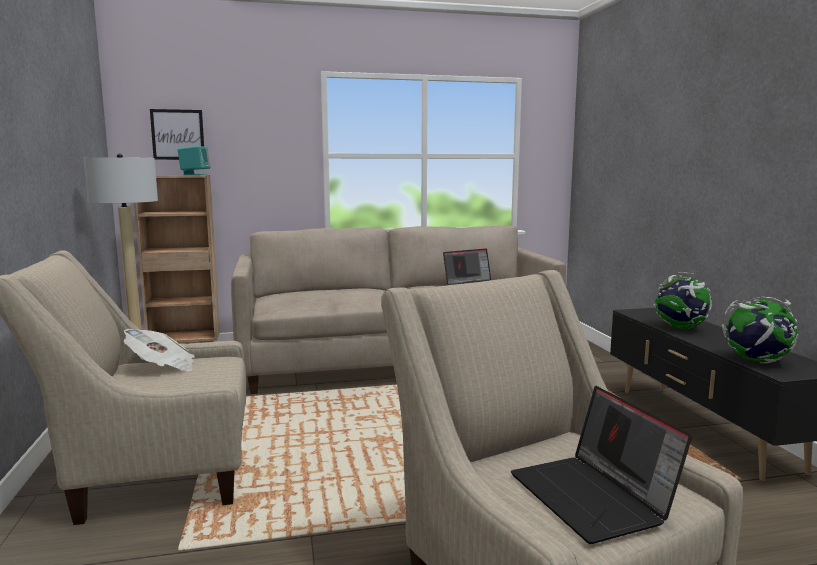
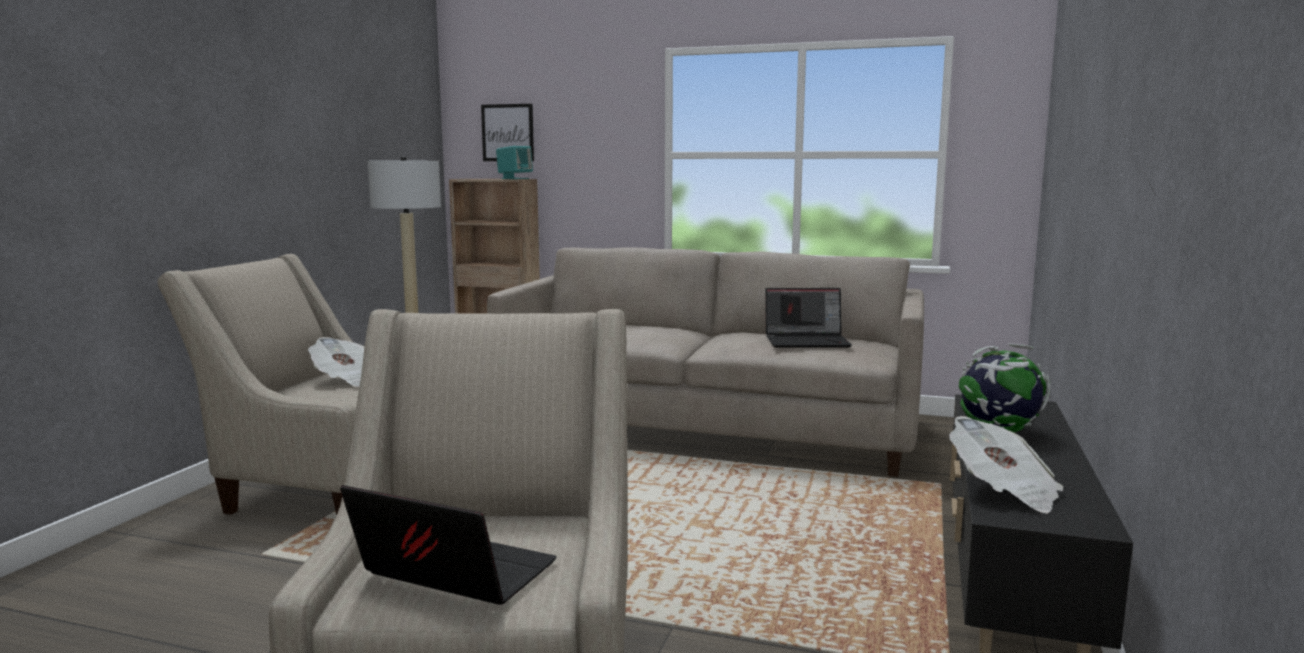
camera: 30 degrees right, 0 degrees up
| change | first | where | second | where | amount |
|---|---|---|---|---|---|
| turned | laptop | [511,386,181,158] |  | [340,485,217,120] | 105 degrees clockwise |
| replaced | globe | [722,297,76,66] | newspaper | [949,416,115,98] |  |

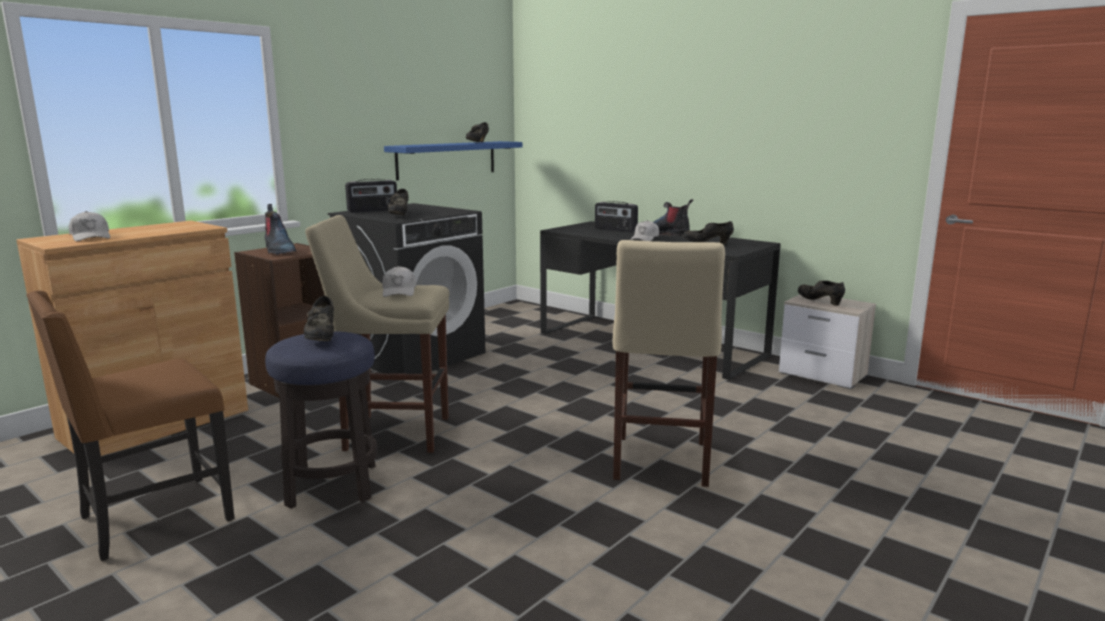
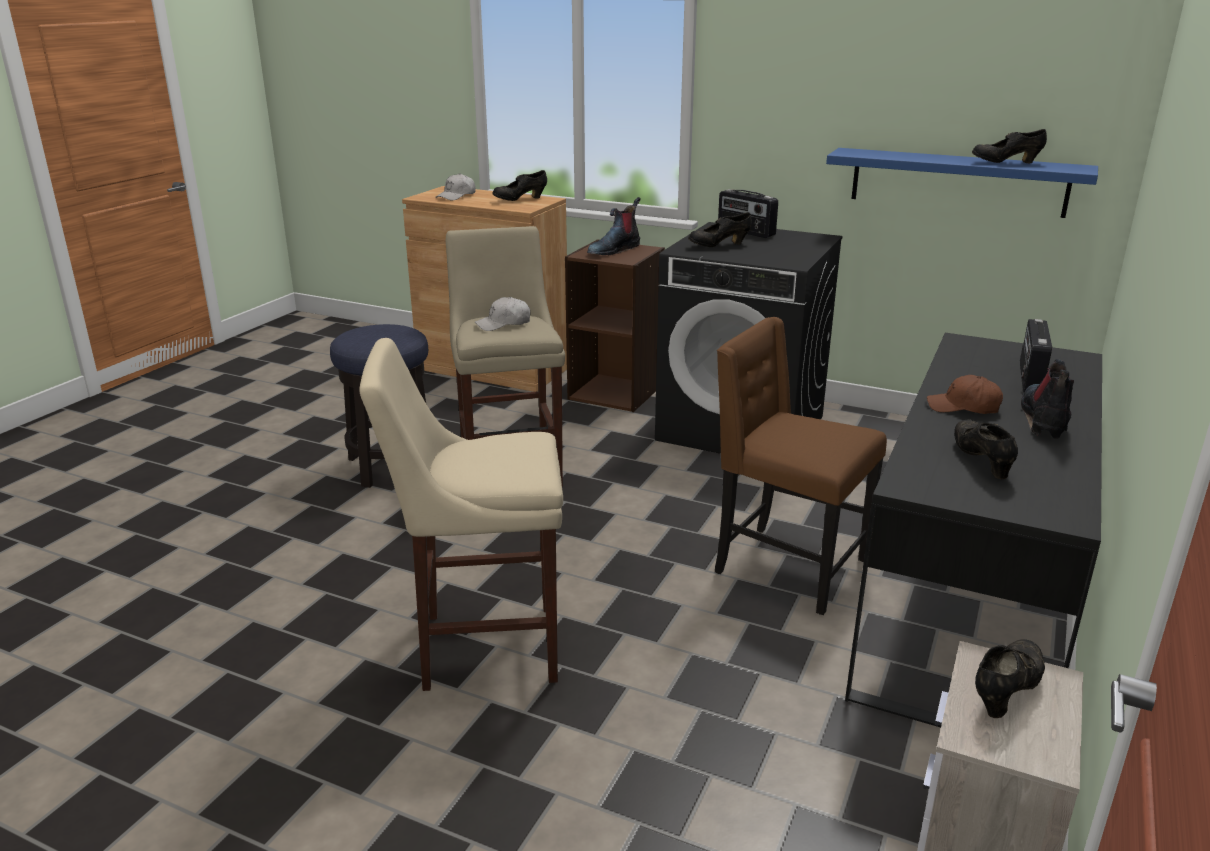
camera: 75 degrees right, 10 degrees up
| change | first | where | second | where | amount |
|---|---|---|---|---|---|
| moved | brown chair | [26,291,209,270] |  | [715,317,172,298] |  |
| moved | black shoe | [304,296,30,45] |  | [492,170,55,31] |  |
| recoloured | white cap | [630,220,29,21] | brown cap | [927,375,76,39] |  |

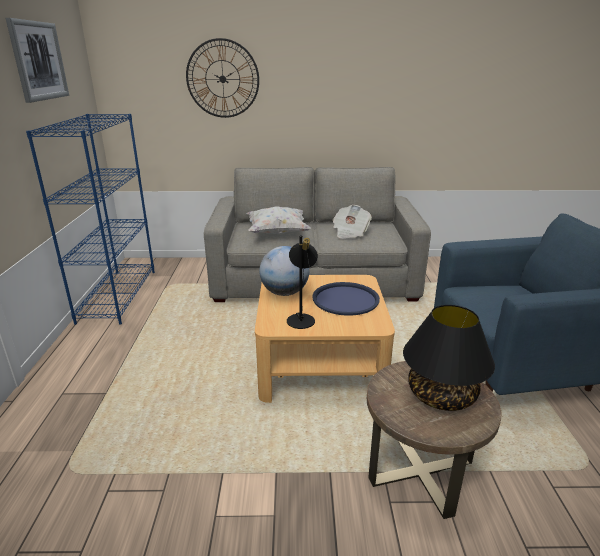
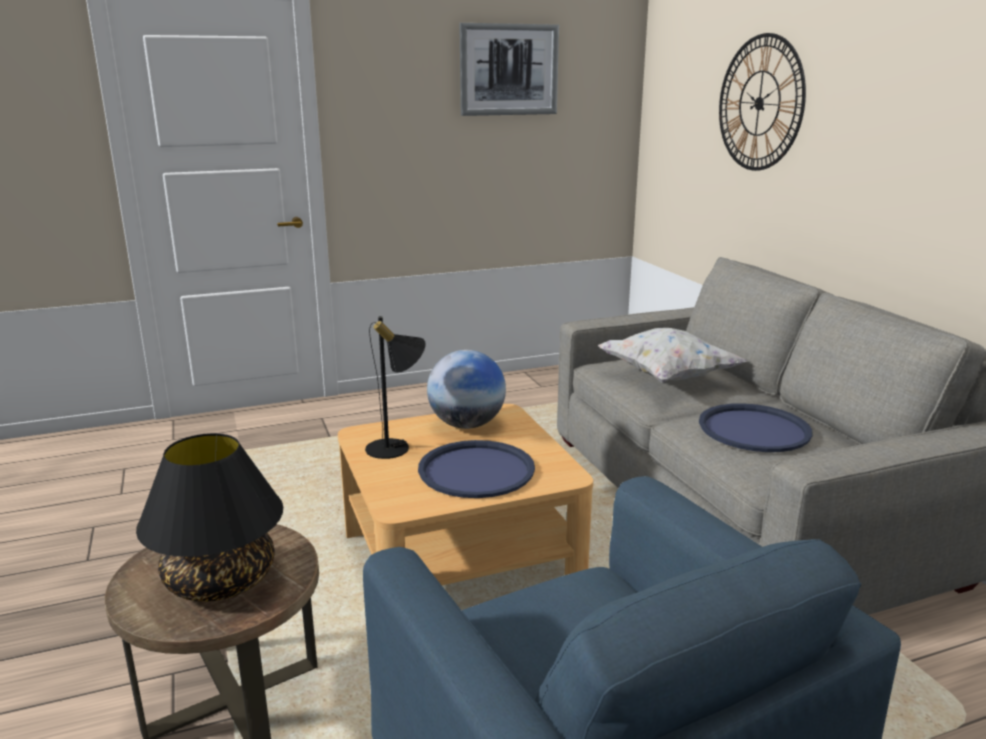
camera: 70 degrees right, 5 degrees down
| change | first | where | second | where | amount |
|---|---|---|---|---|---|
| removed | blue bookcase | [26,114,129,211] |  |  |  |
| replaced | newspaper | [333,205,39,34] | blue tray | [699,403,114,49] |  |

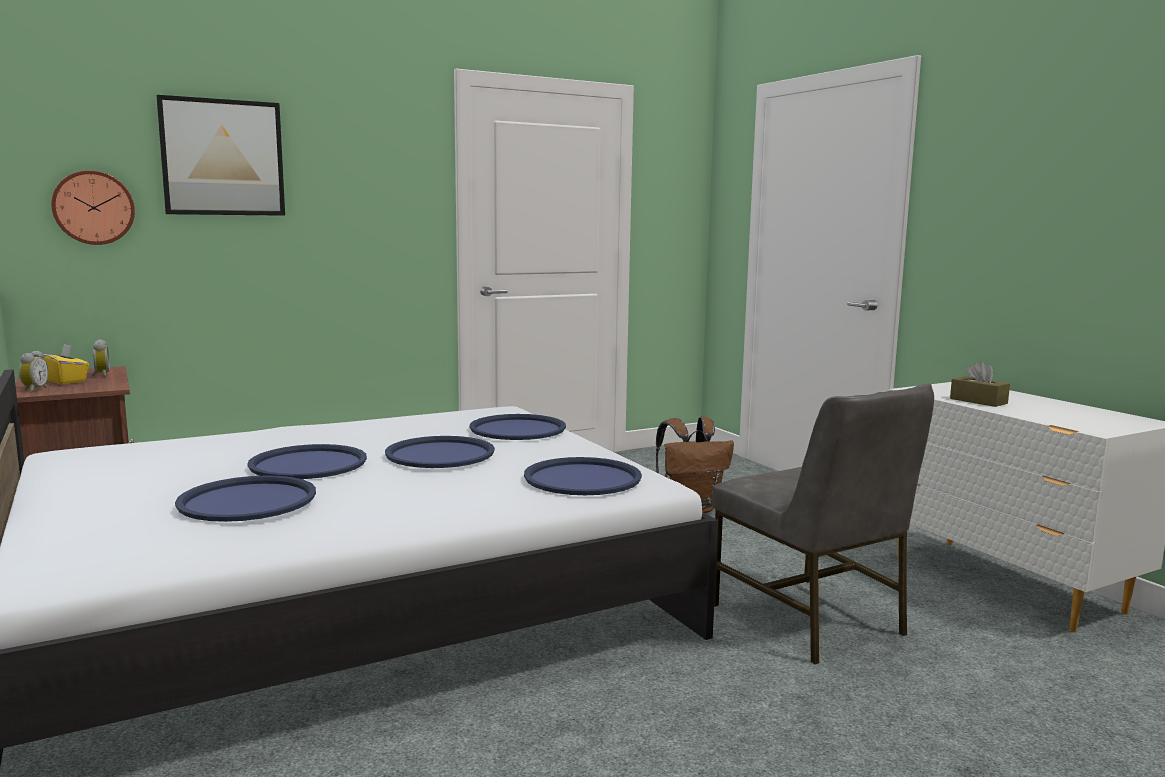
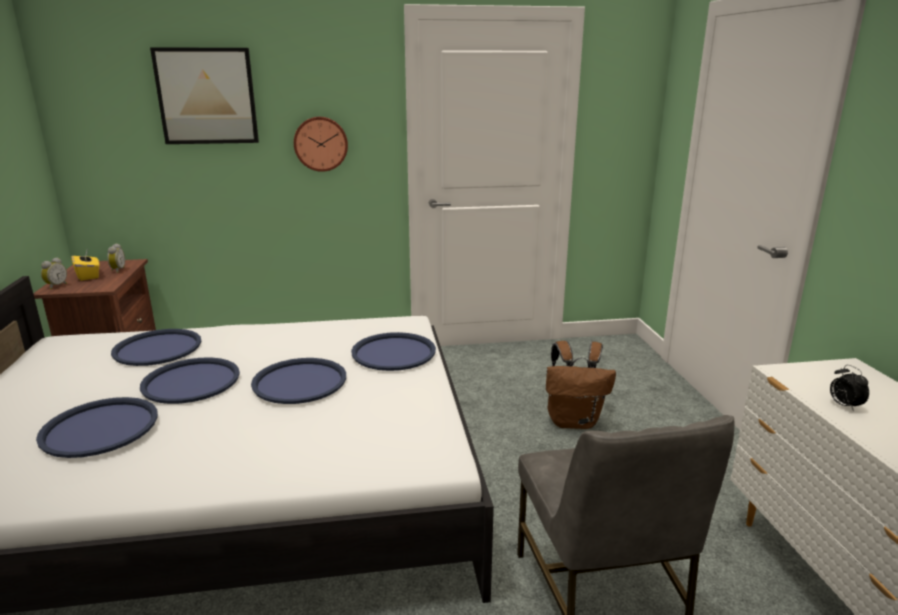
camera: 20 degrees right, 10 degrees up
| change | first | where | second | where | amount |
|---|---|---|---|---|---|
| moved | wall clock | [51,170,84,75] |  | [294,117,54,55] |  |
| moved | blue tray | [524,457,118,38] |  | [111,329,90,37] |  |
| replaced | brown tissue box | [950,361,60,46] | alarm clock | [830,365,39,47] |  |

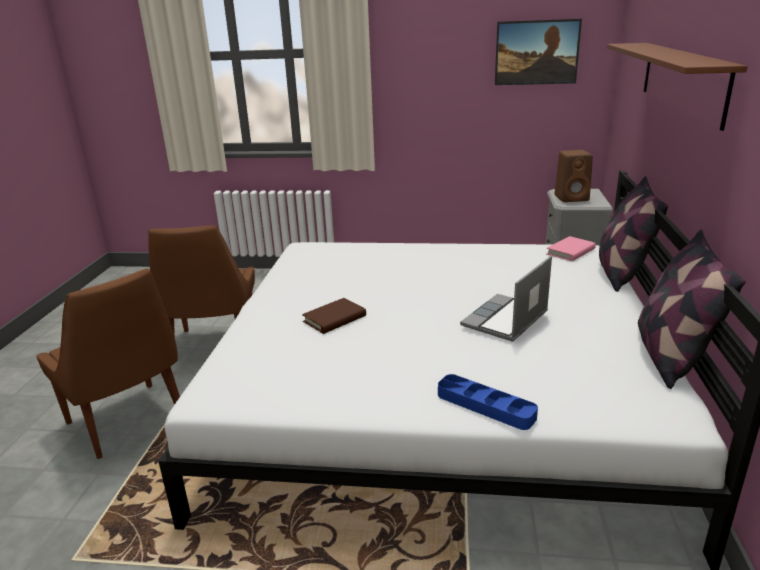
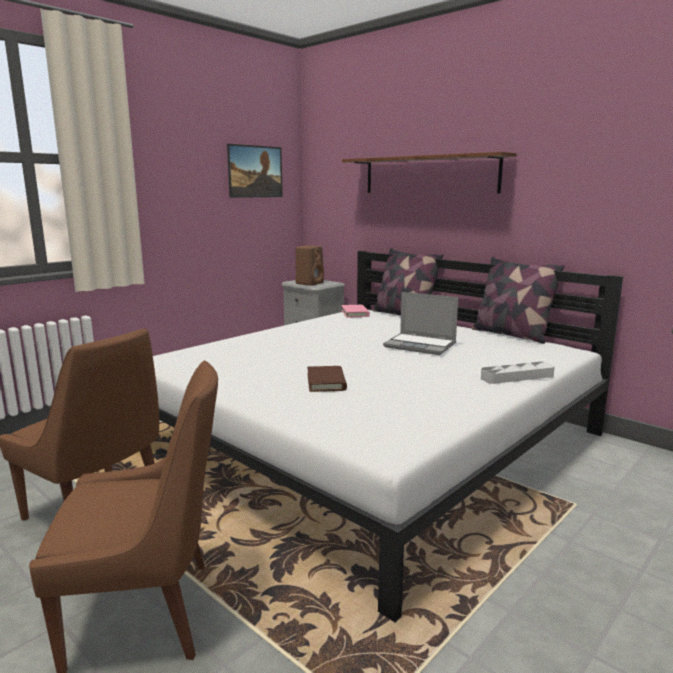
camera: 55 degrees left, 10 degrees down
| change | first | where | second | where | amount |
|---|---|---|---|---|---|
| recoloured | blue tray | [438,374,100,56] | grey tray | [481,361,74,23] |  |
| turned | laptop | [460,256,92,86] |  | [383,292,75,63] | 45 degrees counterclockwise |

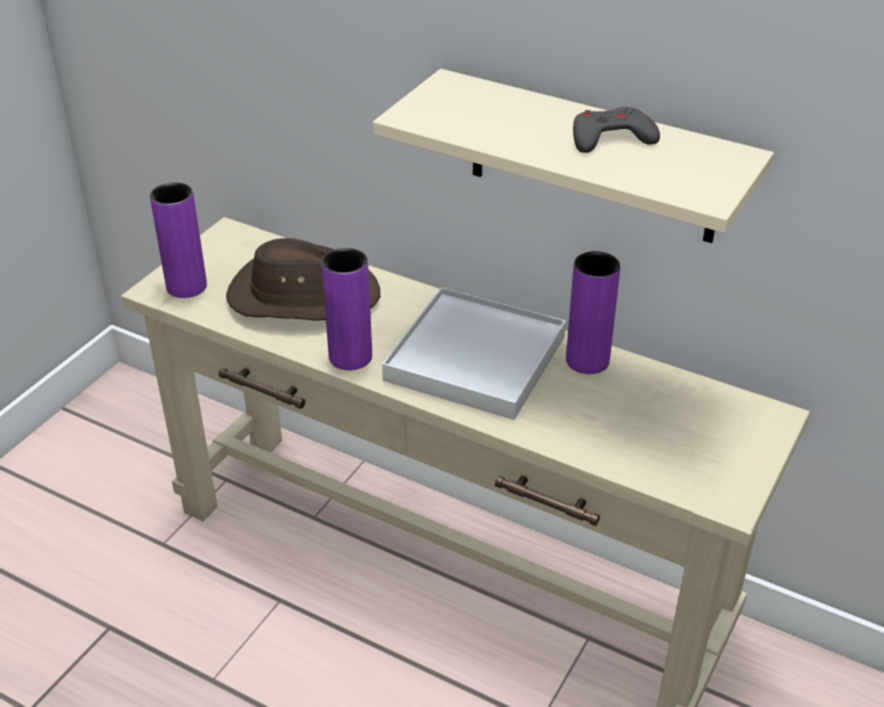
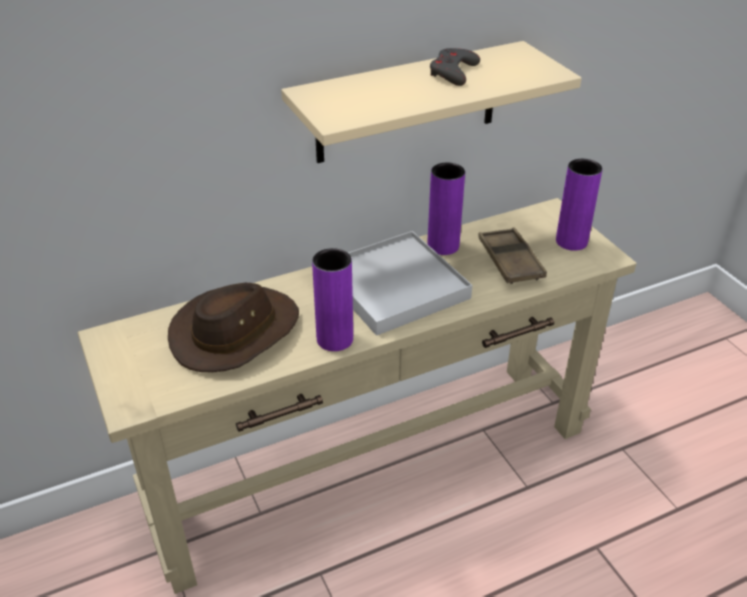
camera: 55 degrees left, 0 degrees up
| change | first | where | second | where | amount |
|---|---|---|---|---|---|
| moved | purple vase | [150,182,57,116] |  | [556,159,47,92] |  |
| added |  |  | brown tray | [478,227,69,57] |  |

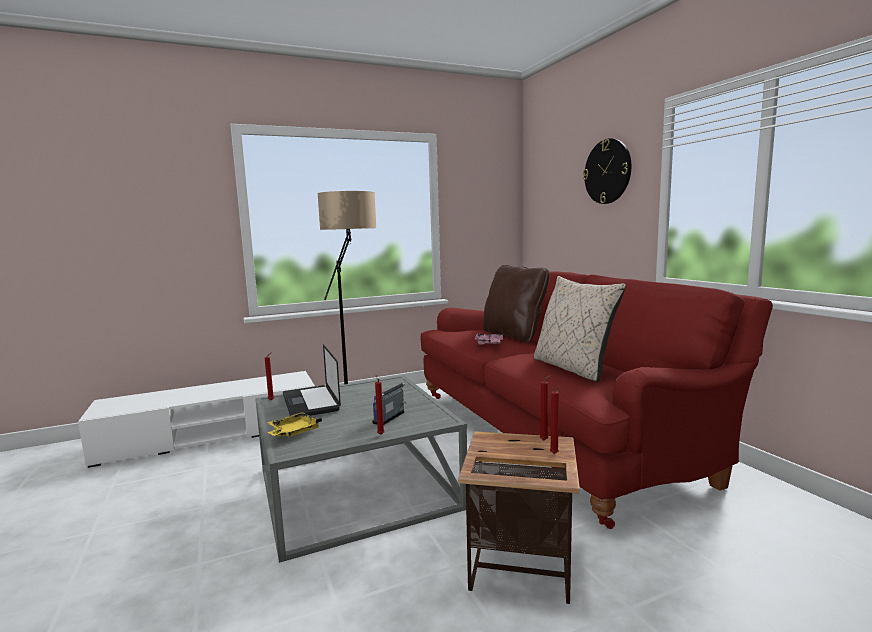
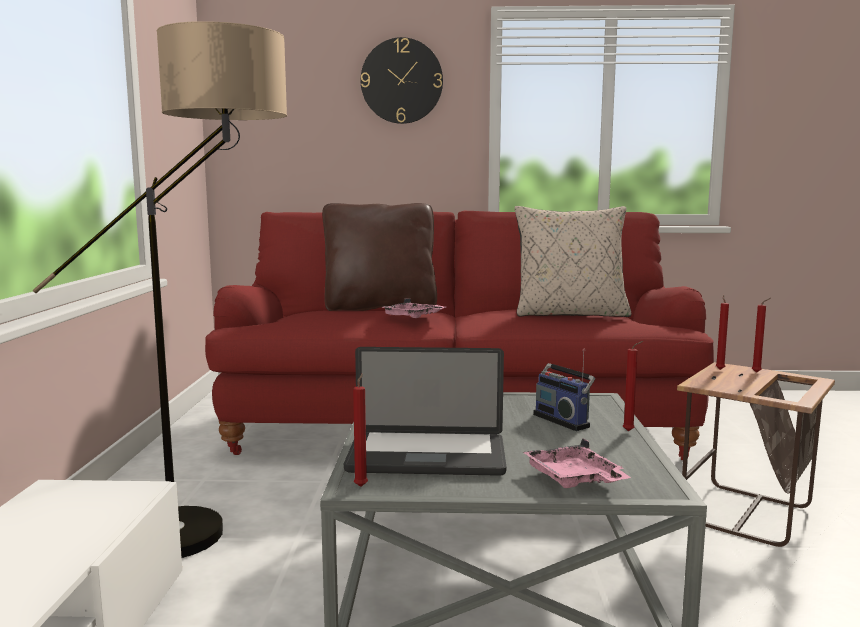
camera: 65 degrees left, 0 degrees up
| change | first | where | second | where | amount |
|---|---|---|---|---|---|
| recoloured | yellow tray | [267,412,55,25] | pink tray | [523,438,108,50] |  |

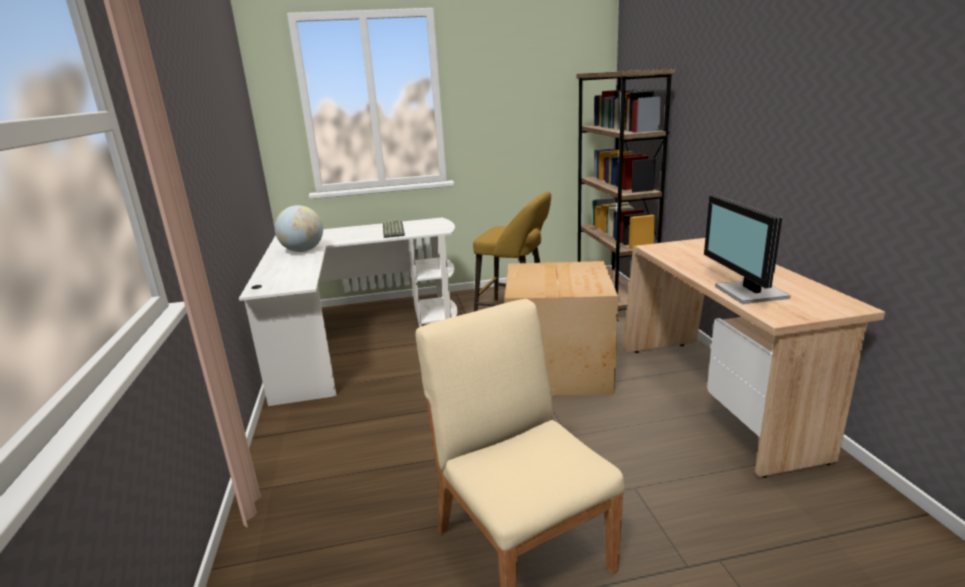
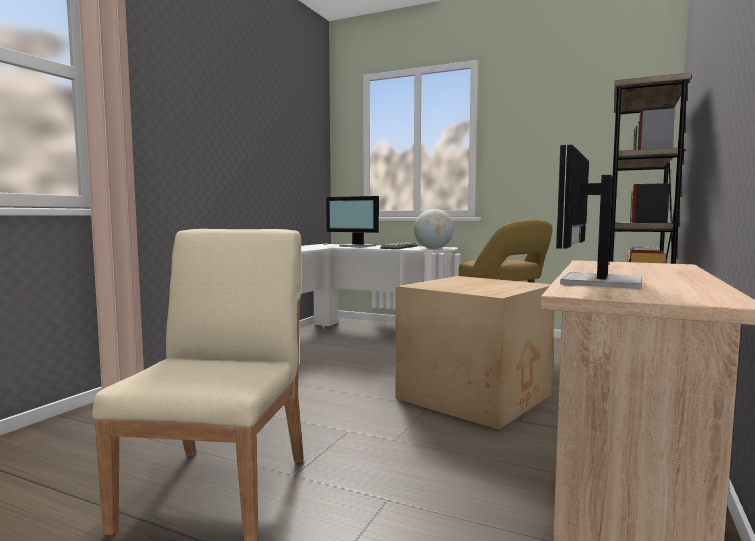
camera: 35 degrees right, 15 degrees down
| change | first | where | second | where | amount |
|---|---|---|---|---|---|
| moved | globe | [275,205,48,47] |  | [414,209,40,40] |  |
| added |  |  | monitor | [326,196,53,52] |  |

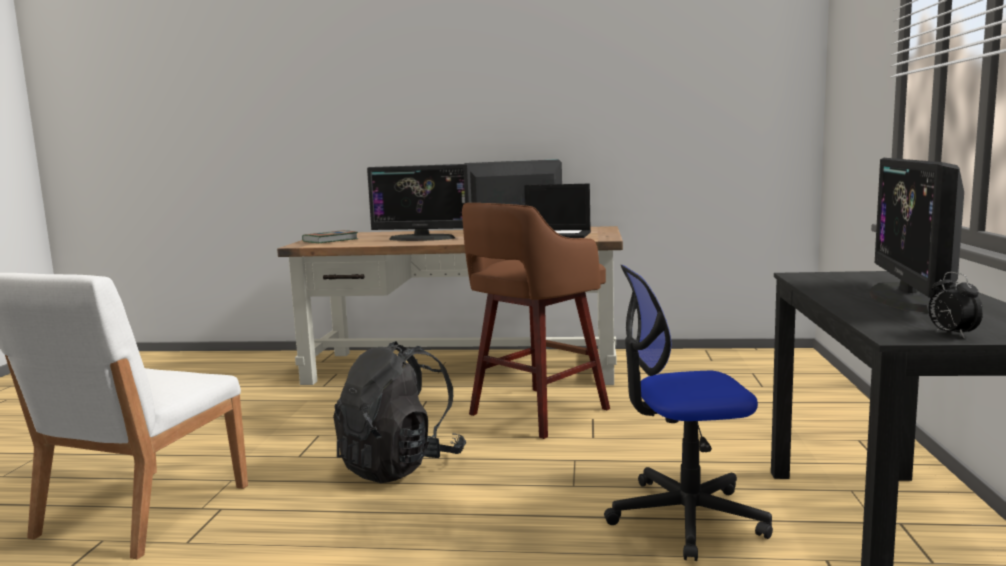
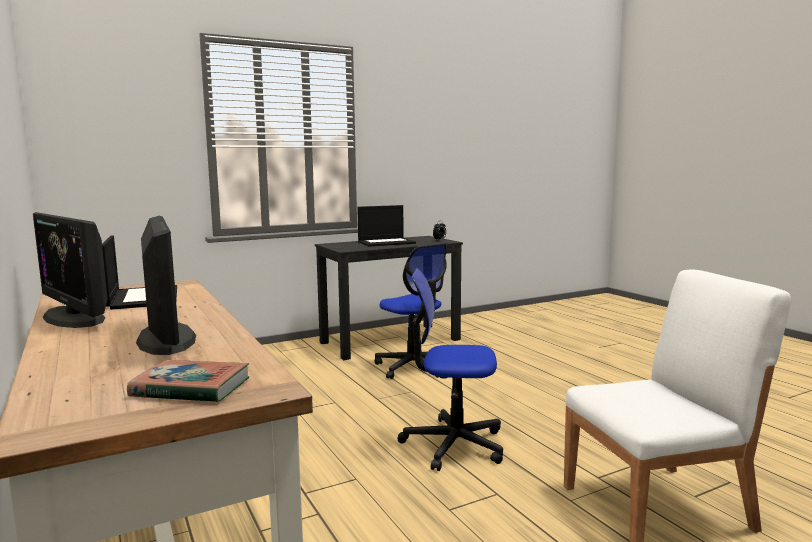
camera: 125 degrees left, 0 degrees up
| change | first | where | second | where | amount |
|---|---|---|---|---|---|
| replaced | black backpack | [333,341,133,142] | office chair | [397,268,106,203] |  |
| removed | brown stool | [462,203,148,236] |  |  |  |
| replaced | monitor | [869,158,95,155] | laptop | [357,205,59,42] |  |

